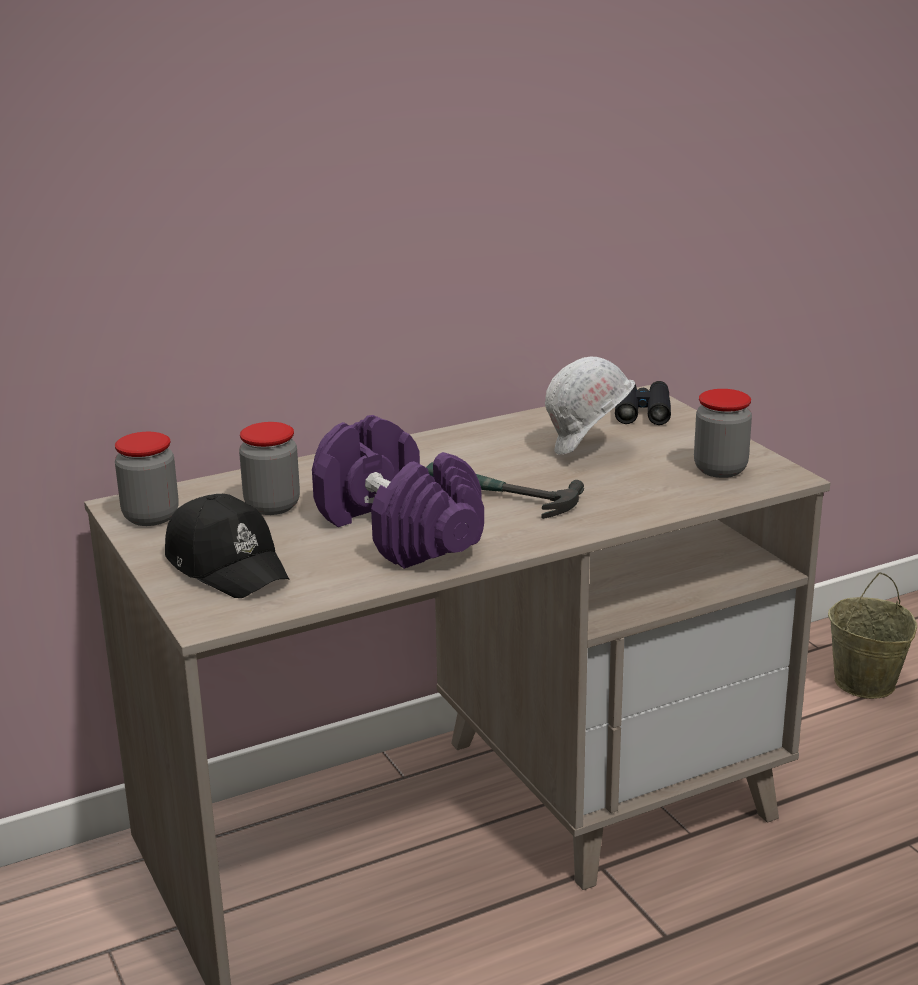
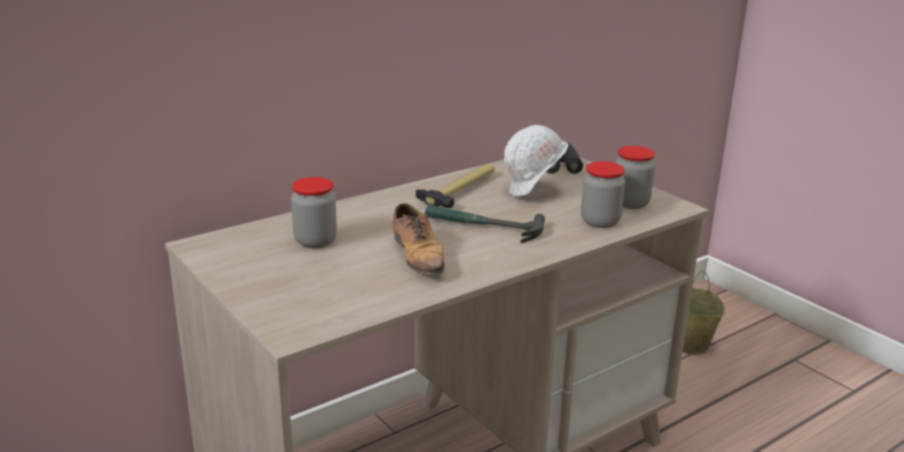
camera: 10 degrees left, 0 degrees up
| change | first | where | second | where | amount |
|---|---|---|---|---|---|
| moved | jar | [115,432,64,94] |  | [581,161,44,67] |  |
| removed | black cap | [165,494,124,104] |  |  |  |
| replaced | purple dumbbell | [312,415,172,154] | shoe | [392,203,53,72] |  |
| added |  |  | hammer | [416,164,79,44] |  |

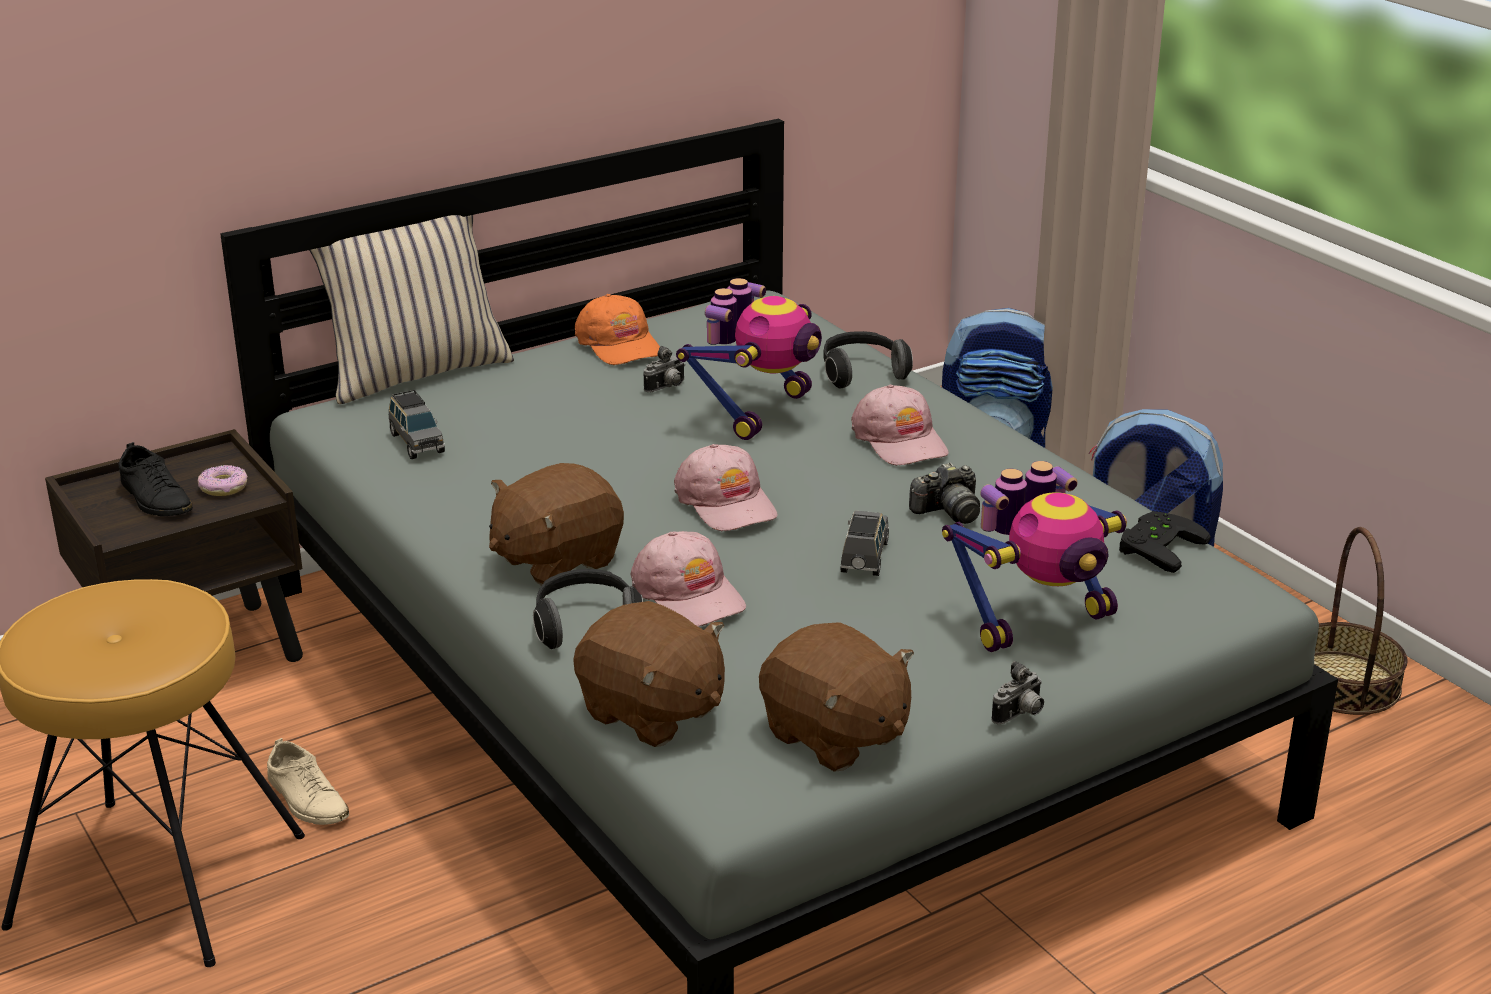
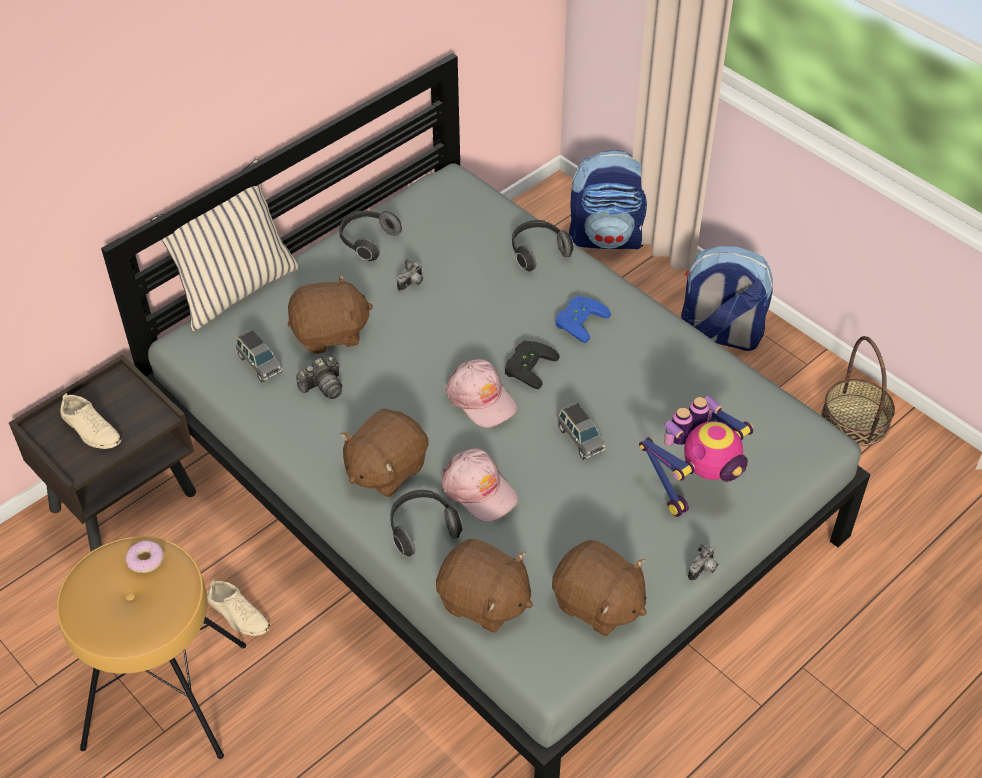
camera: 10 degrees left, 20 degrees up
| change | first | where | second | where | amount |
|---|---|---|---|---|---|
| recoloured | black shoe | [119,442,74,74] | beige shoe | [60,393,62,56] |  |
| moved | donut | [198,465,50,31] |  | [125,540,39,33] |  |
| replaced | orange cap | [575,294,85,71] | headphones | [339,210,63,51] |  |
| removed | toy robot | [676,278,146,162] |  |  |  |
| turned | grey toy car | [841,511,48,65] |  | [558,402,48,58] | 150 degrees clockwise |
| replaced | pink cap | [851,385,98,81] | blue game controller | [556,295,55,48] |  |
| moved | photo camera | [909,462,71,62] |  | [296,356,46,43] |  |
| moved | black game controller | [1119,511,92,62] |  | [505,340,55,49] |  |
| added |  |  | brown plush toy | [288,273,85,81] |  |

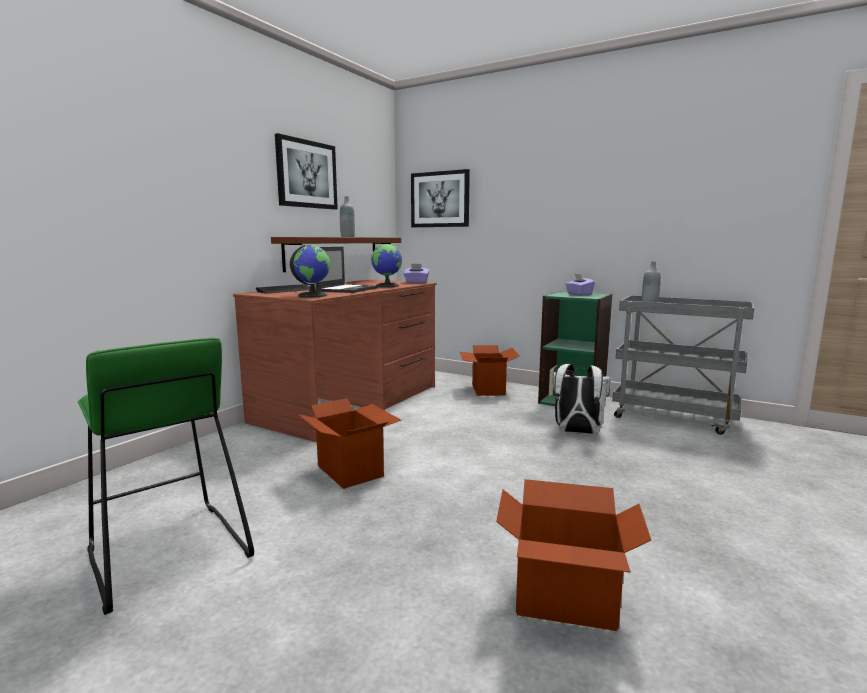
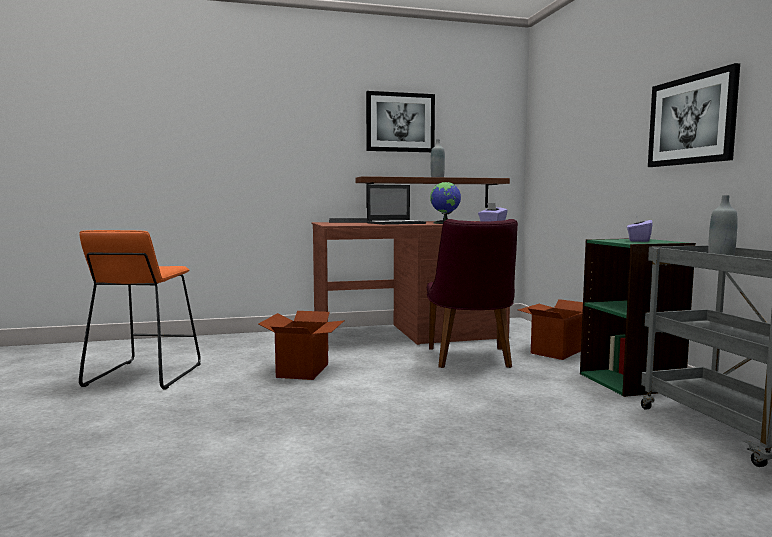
camera: 45 degrees right, 5 degrees down
| change | first | where | second | where | amount |
|---|---|---|---|---|---|
| recoloured | green stool | [78,338,176,277] | orange stool | [79,230,122,159] |  |
| removed | globe | [290,245,40,52] |  |  |  |
| moved | picture | [411,169,59,58] |  | [648,63,92,104] |  |
| removed | cardboard box | [496,479,155,152] |  |  |  |
| removed | white backpack | [553,364,58,70] |  |  |  |
| added |  |  | purple chair | [427,219,91,149] |  |

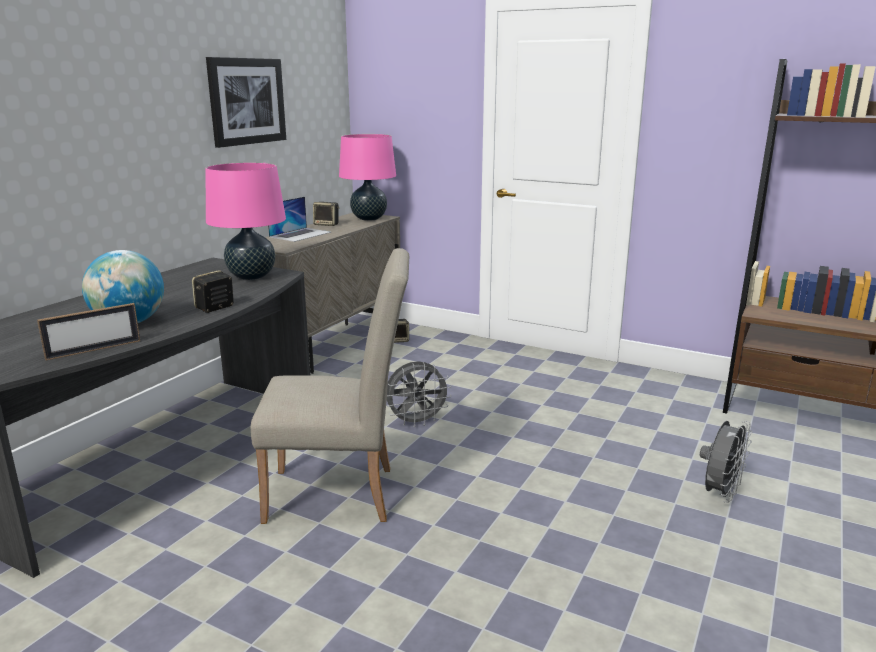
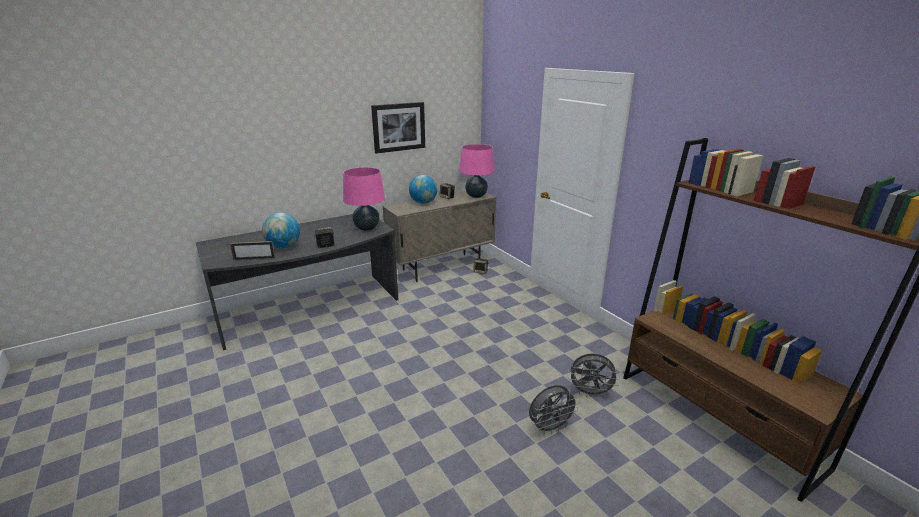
camera: 30 degrees right, 5 degrees up
| change | first | where | second | where | amount |
|---|---|---|---|---|---|
| removed | beige chair | [251,248,158,276] |  |  |  |
| replaced | laptop | [268,197,63,45] | globe | [409,175,28,29] |  |
| moved | grey fan | [386,361,66,66] |  | [568,353,52,45] |  |

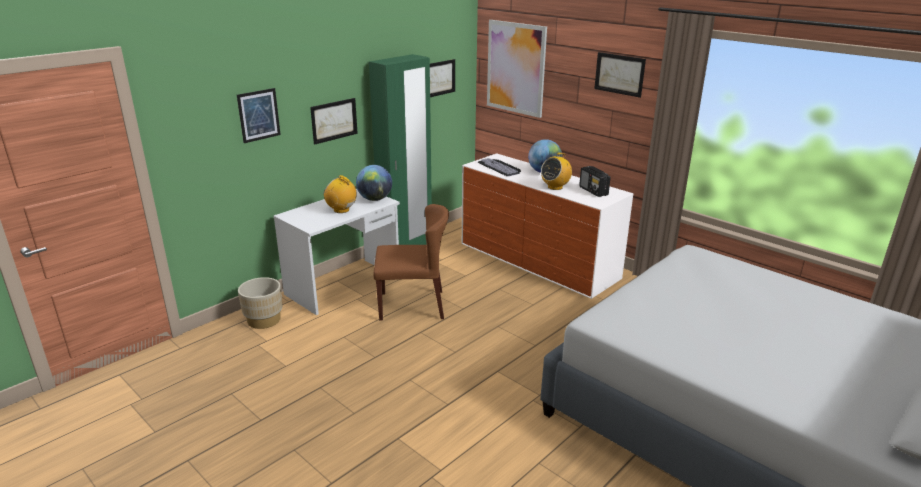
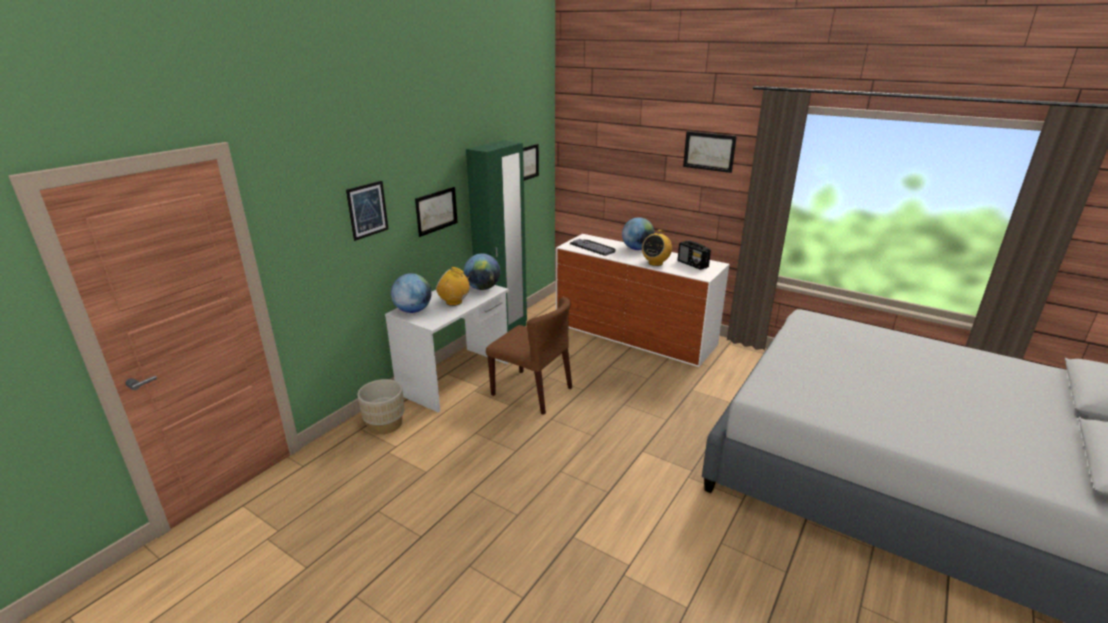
camera: 10 degrees left, 0 degrees up
| change | first | where | second | where | amount |
|---|---|---|---|---|---|
| turned | brown chair | [373,204,76,117] |  | [486,297,86,118] | 45 degrees clockwise |
| removed | picture | [487,20,60,98] |  |  |  |
| added |  |  | globe | [391,273,41,40] |  |

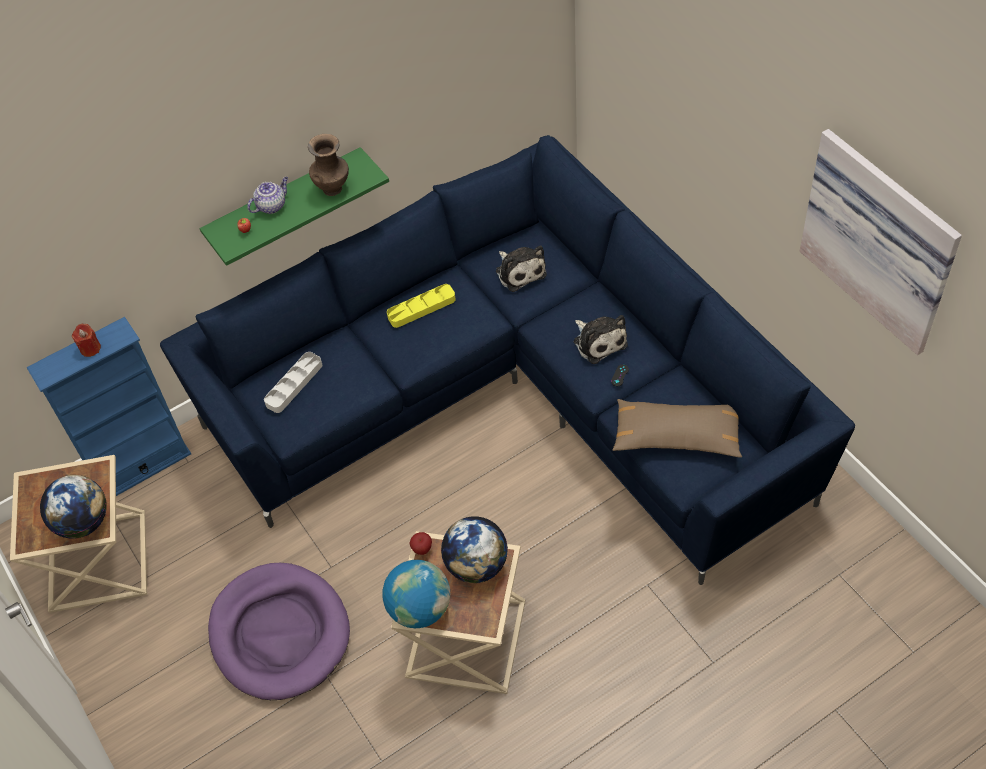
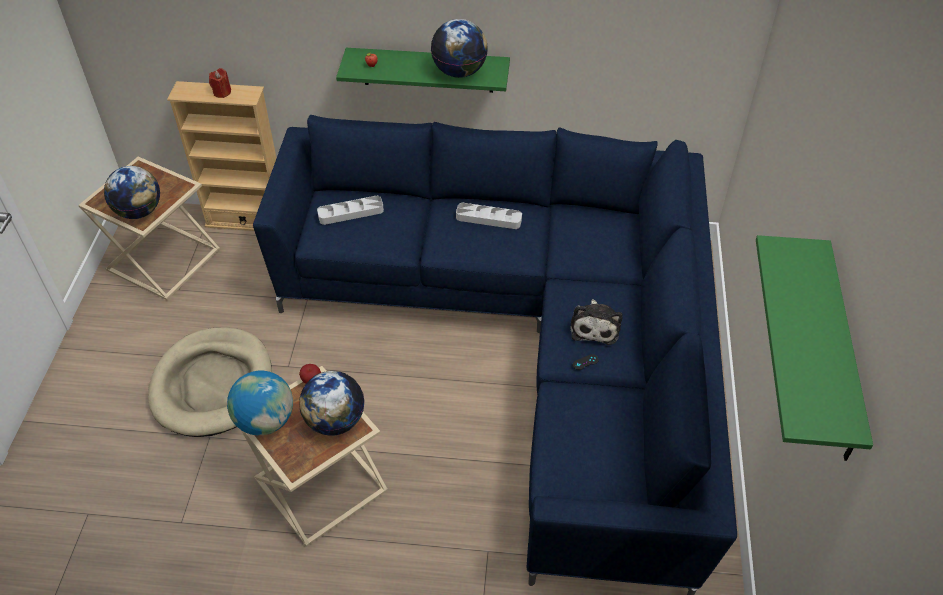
camera: 35 degrees right, 5 degrees down
| change | first | where | second | where | amount |
|---|---|---|---|---|---|
| recoloured | blue bookcase | [26,317,165,179] | beige bookcase | [167,81,109,150] |  |
| recoloured | purple dog bed | [208,563,142,137] | beige dog bed | [148,327,124,110] |  |
| removed | teapot | [247,177,41,37] |  |  |  |
| replaced | brown vase | [308,134,41,62] | globe | [431,19,57,59] |  |
| recoloured | yellow tray | [387,284,69,44] | grey tray | [456,203,66,26] |  |
| removed | plush toy | [496,245,51,47] |  |  |  |
| removed | brown pillow | [613,399,129,58] |  |  |  |
| replaced | picture | [800,129,162,226] | green shelf | [756,235,117,226] |  |

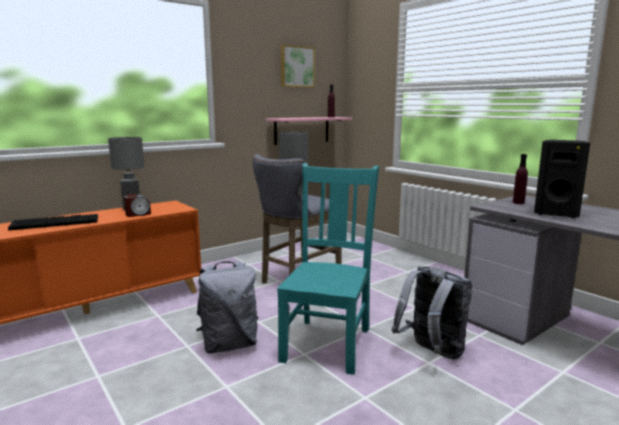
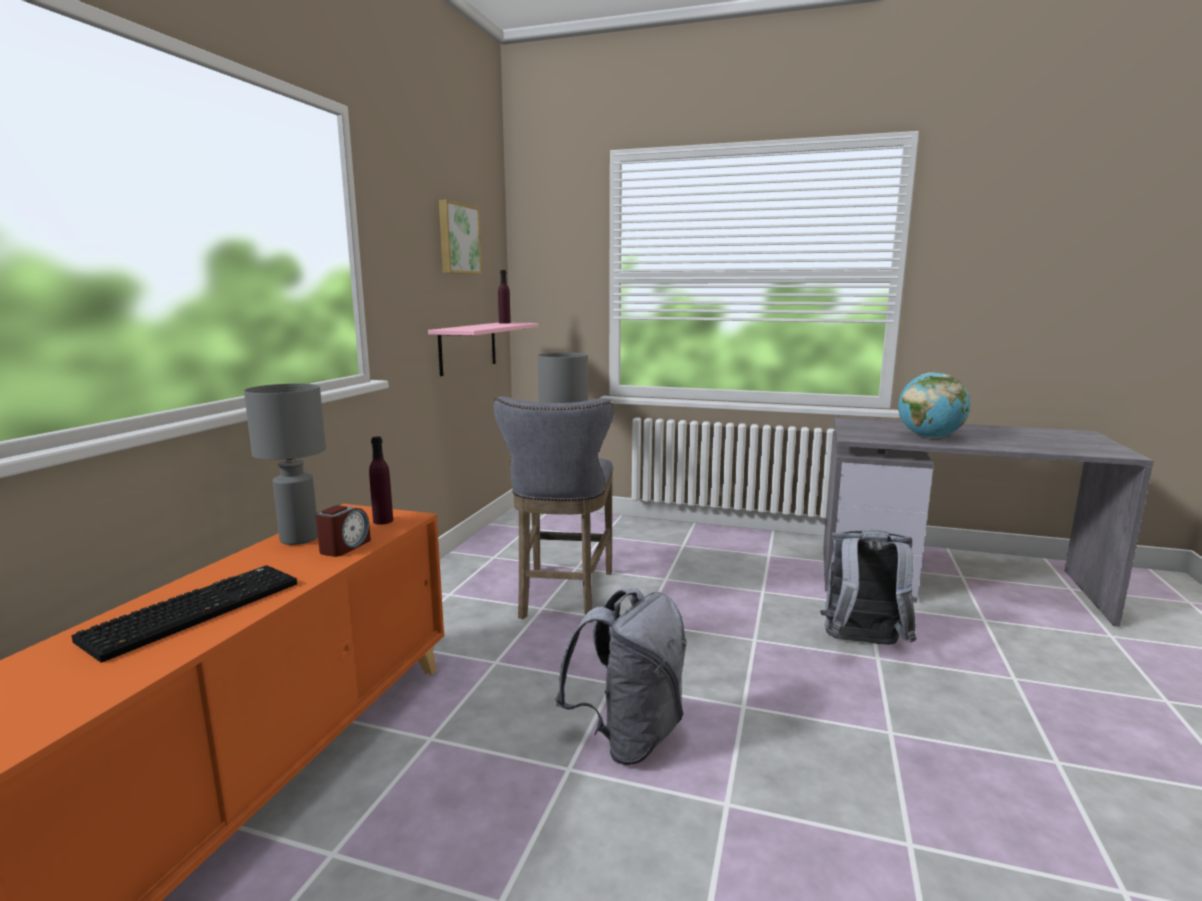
camera: 35 degrees left, 0 degrees up
| change | first | where | second | where | amount |
|---|---|---|---|---|---|
| removed | turquoise chair | [277,163,102,212] |  |  |  |
| moved | purple bottle | [513,154,15,50] |  | [369,436,24,89] |  |
| replaced | black speaker | [534,140,56,78] | globe | [898,372,72,66] |  |

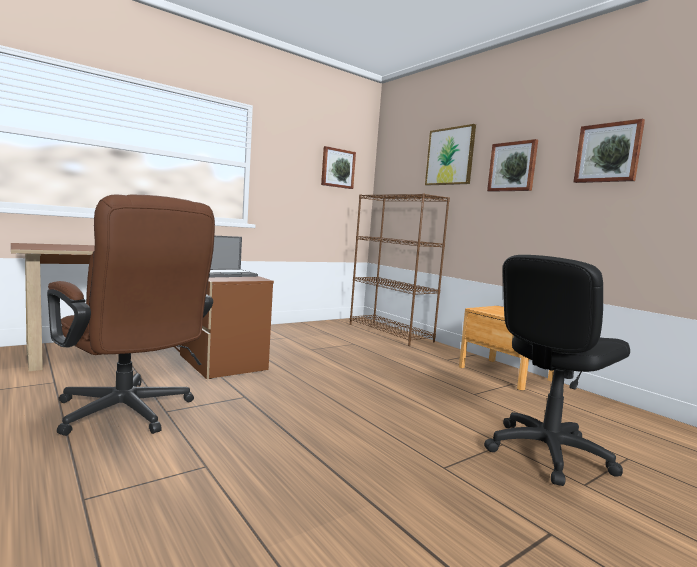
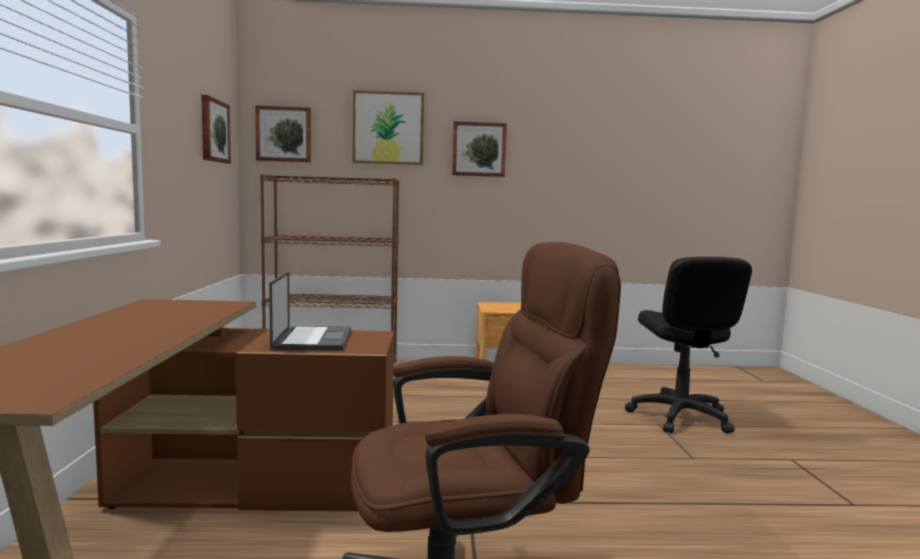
camera: 55 degrees left, 0 degrees up
| change | first | where | second | where | amount |
|---|---|---|---|---|---|
| moved | picture | [574,118,71,65] |  | [255,105,56,57] |  |

